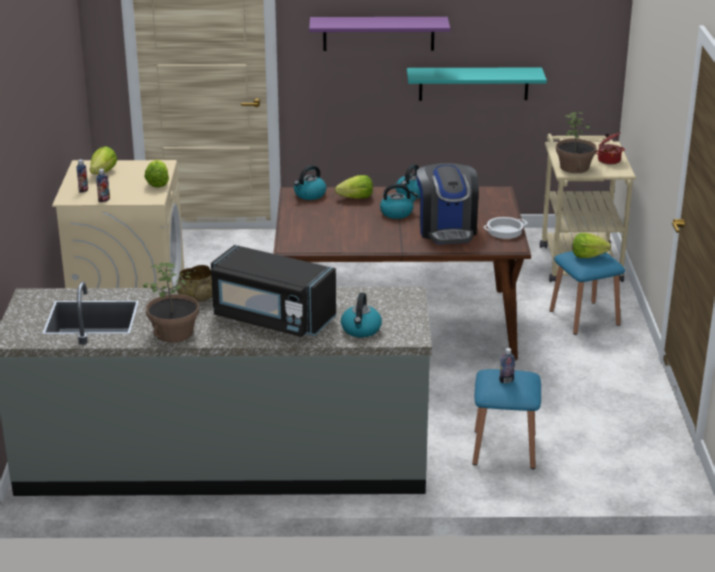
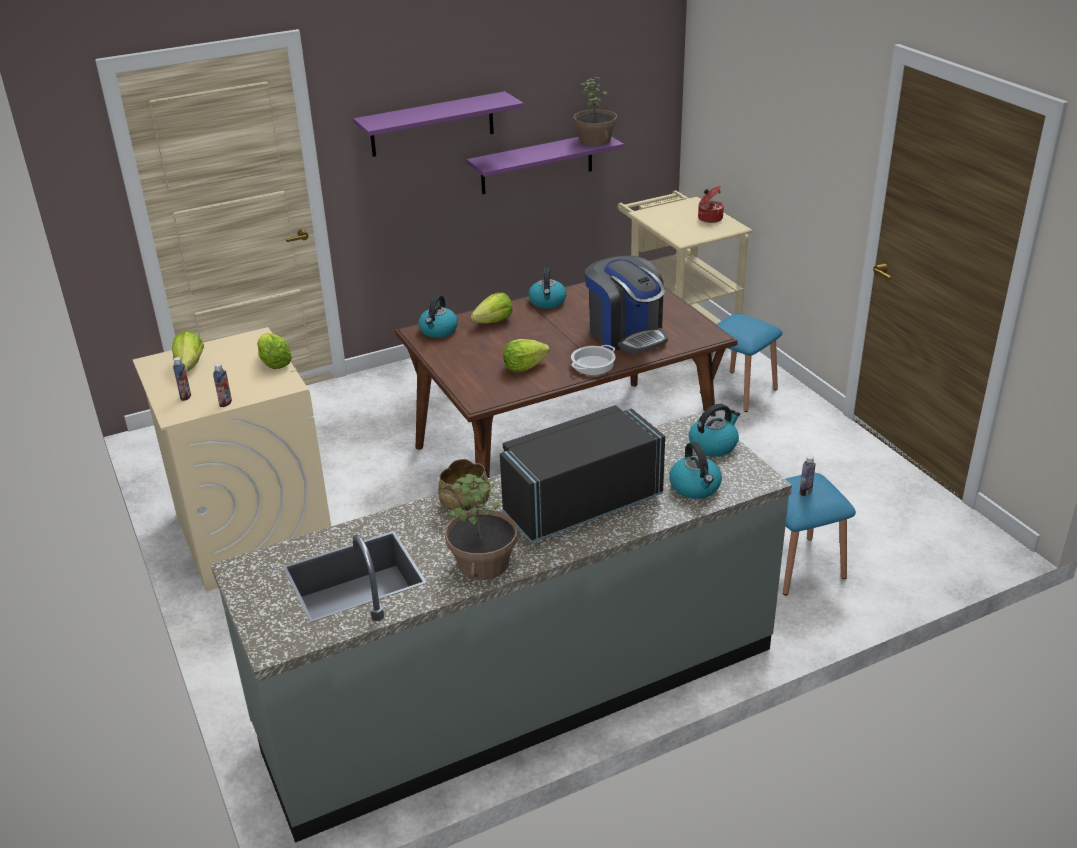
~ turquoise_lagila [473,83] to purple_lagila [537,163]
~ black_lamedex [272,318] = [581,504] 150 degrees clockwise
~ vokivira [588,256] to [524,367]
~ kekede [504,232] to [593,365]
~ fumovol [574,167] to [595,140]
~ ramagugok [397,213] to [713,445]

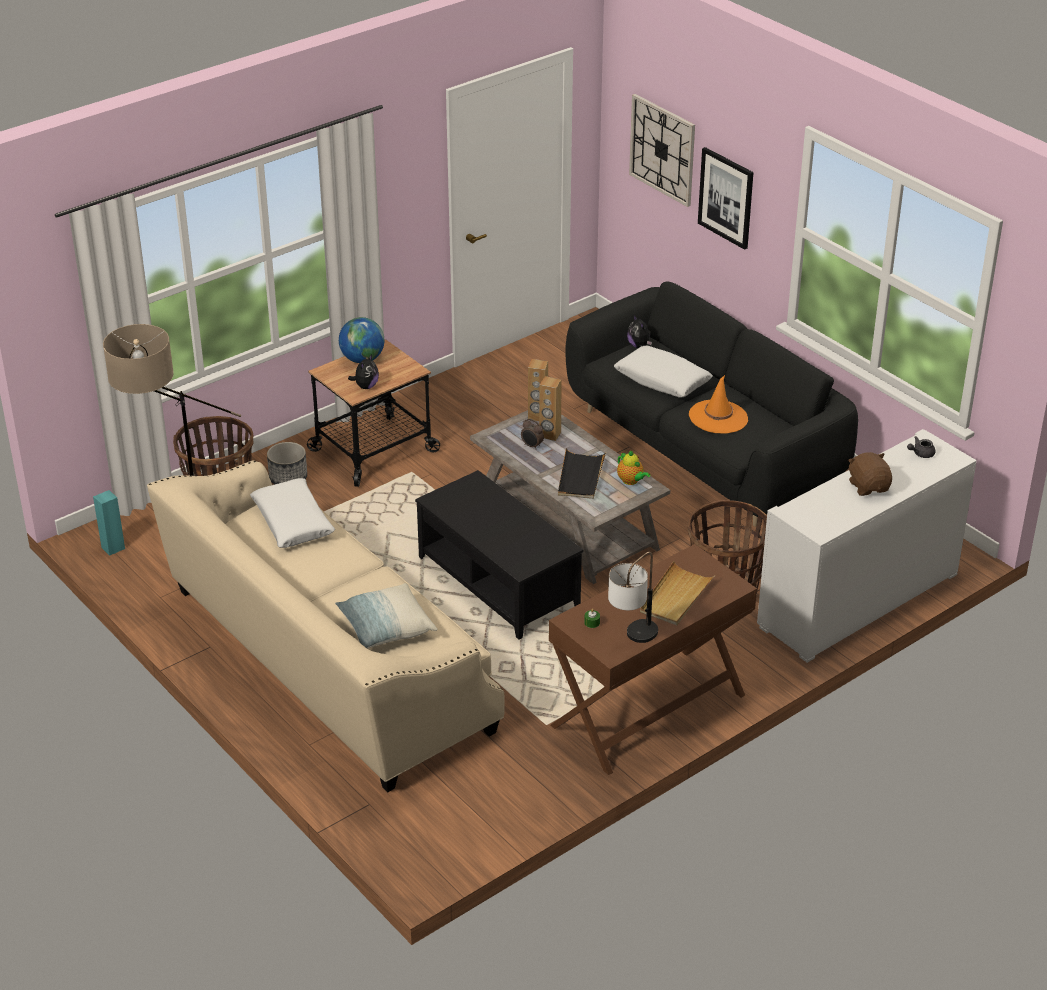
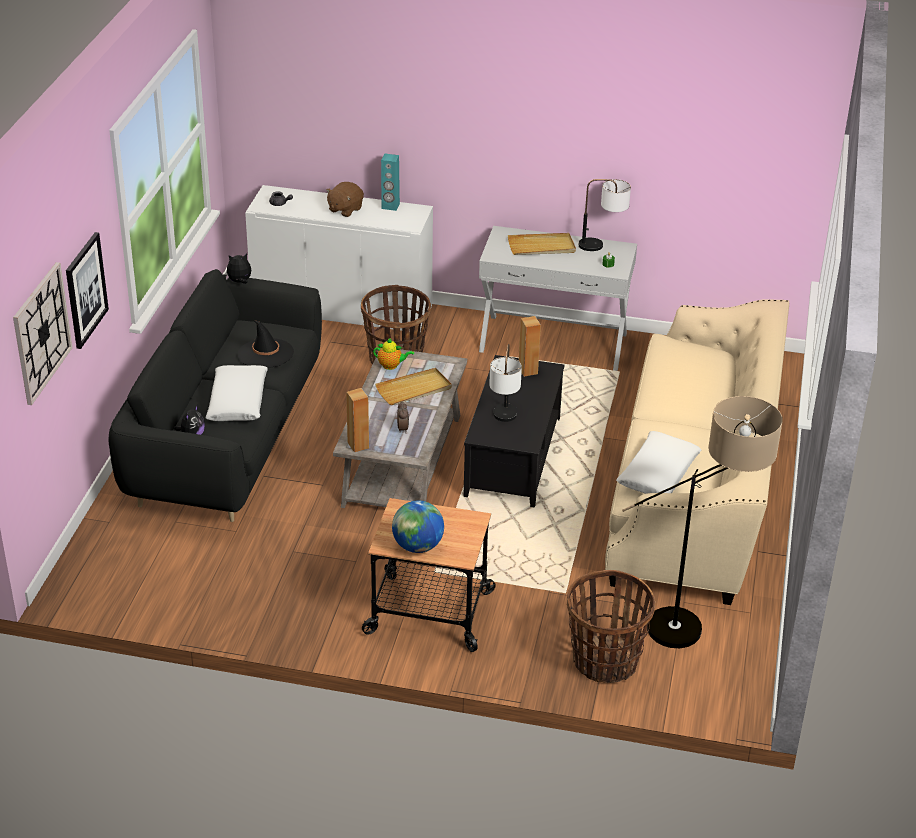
~ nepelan [366,386] to [239,282]
~ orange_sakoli [718,417] to black_sakoli [265,354]
~ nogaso [631,481] = [391,366] 90 degrees clockwise
~ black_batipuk [580,476] to beige_batipuk [414,389]
~ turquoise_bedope [113,548] to [390,206]
~ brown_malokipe [649,710] to white_malokipe [553,342]
+ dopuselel [504,421]
~ brown_bedope [550,435] to [528,370]
- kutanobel [288,478]
- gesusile [386,628]

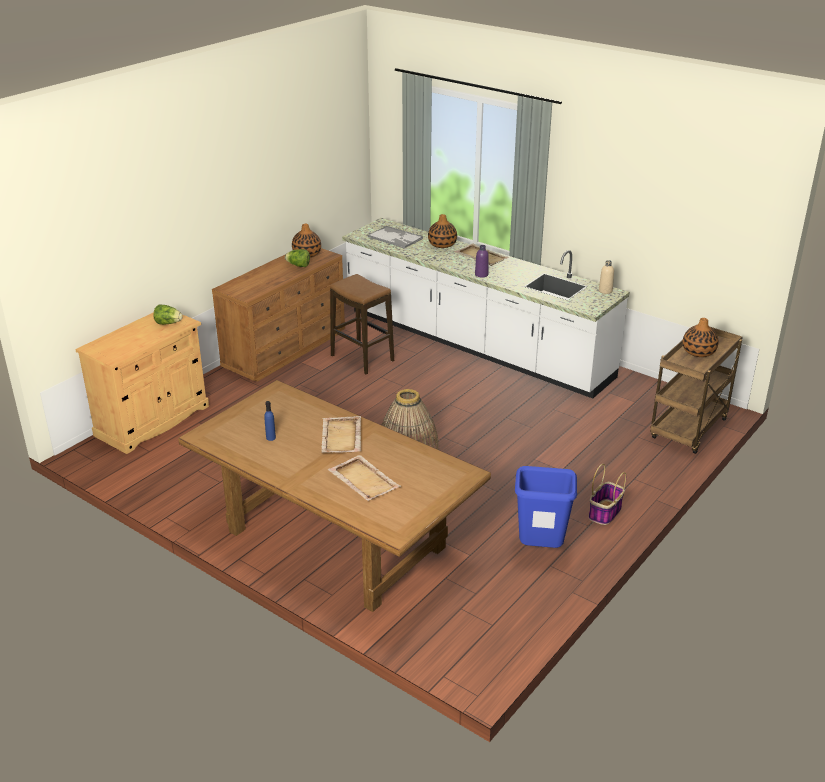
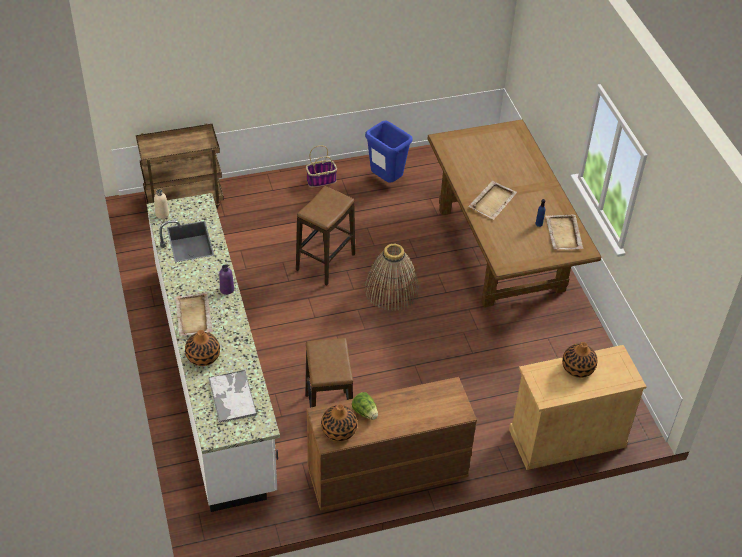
+ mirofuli [325,262]
~ beige_batipuk [363,480] to [563,234]
~ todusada [698,352] to [577,368]
- vokivira [168,323]

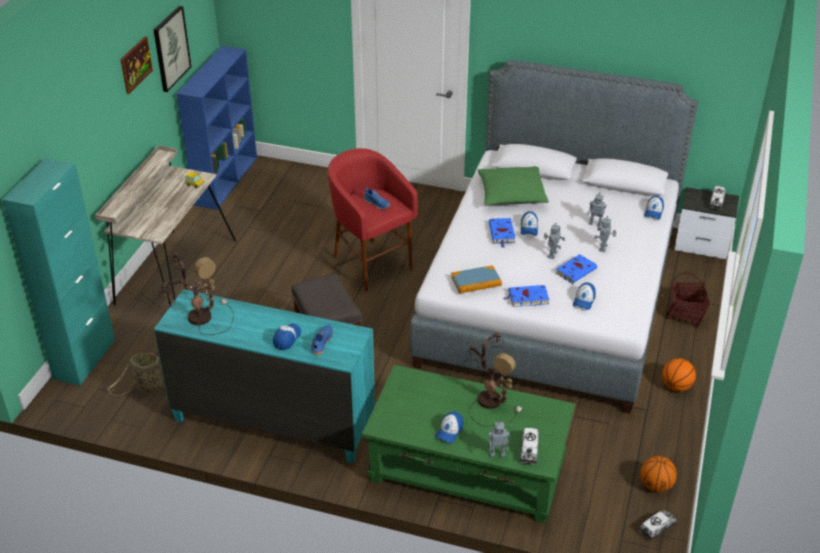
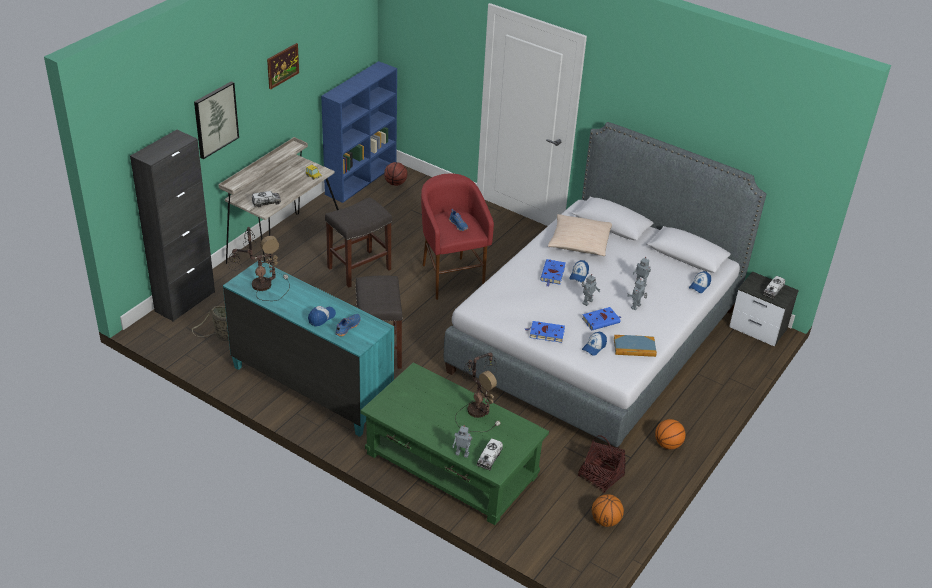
~ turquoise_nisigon [84,359] to black_nisigon [185,301]
~ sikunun [171,48] to [215,119]
~ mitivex [657,528] to [266,203]
+ grey_mirofuli [358,269]
+ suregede [395,183]
~ green_gesusile [511,194] to beige_gesusile [579,242]
~ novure [685,314] to [600,476]
~ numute [476,281] to [634,347]
- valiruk [449,431]

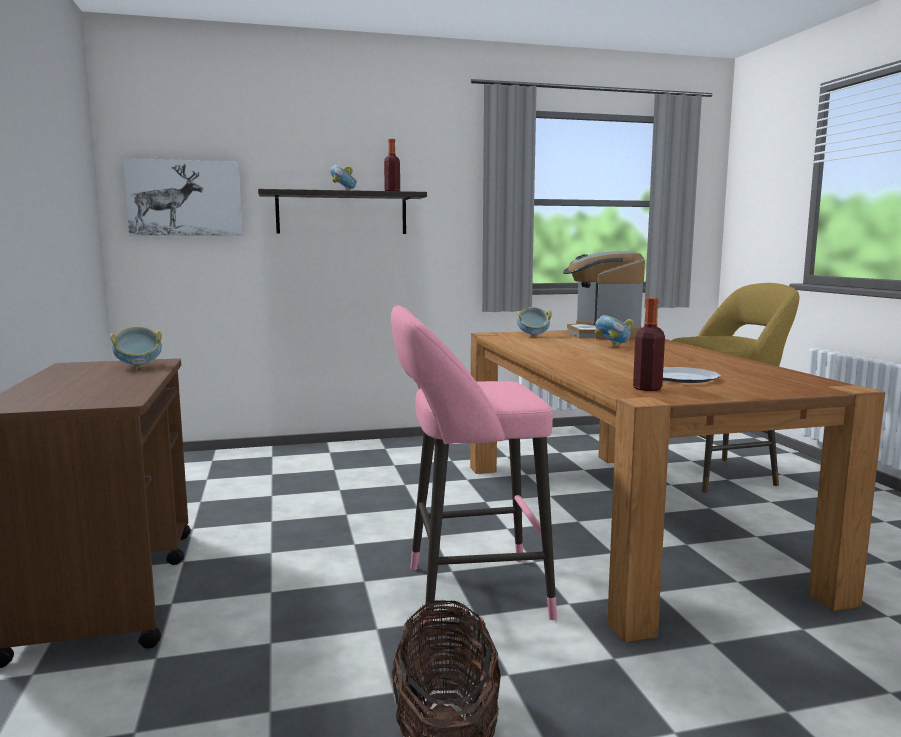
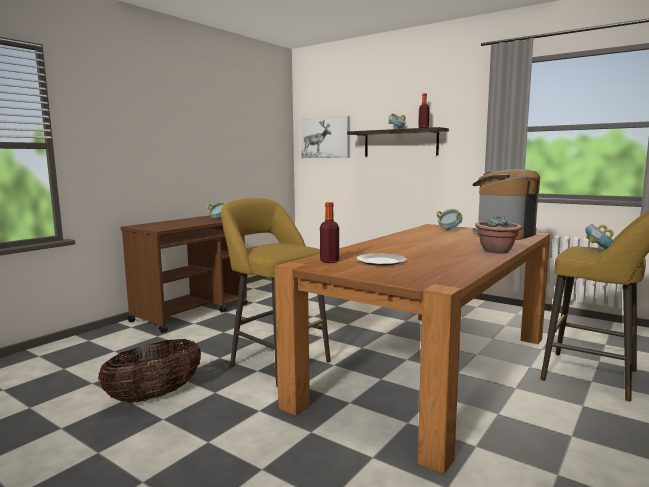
~ pink_mirofuli [467,592] to yellow_mirofuli [276,362]
+ fumovol [496,251]
~ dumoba [612,346] to [599,250]

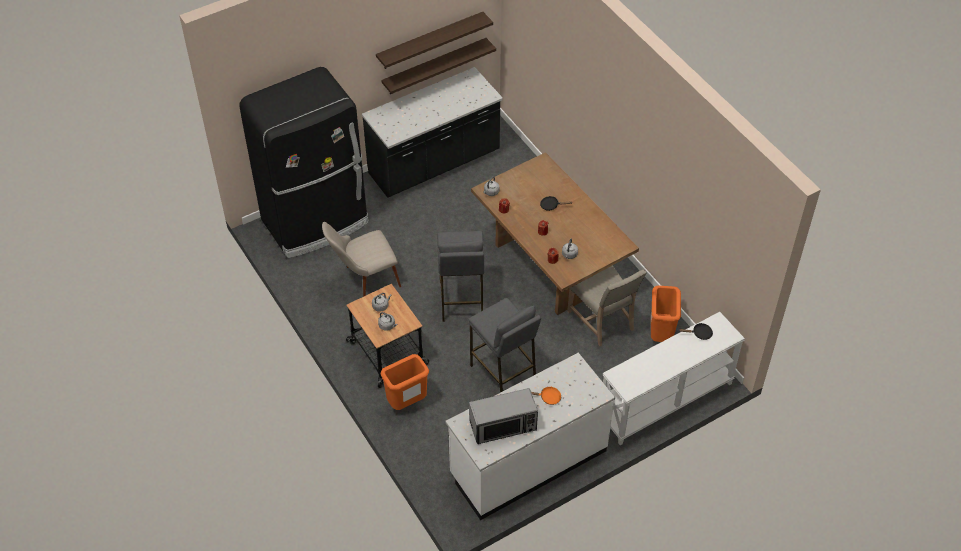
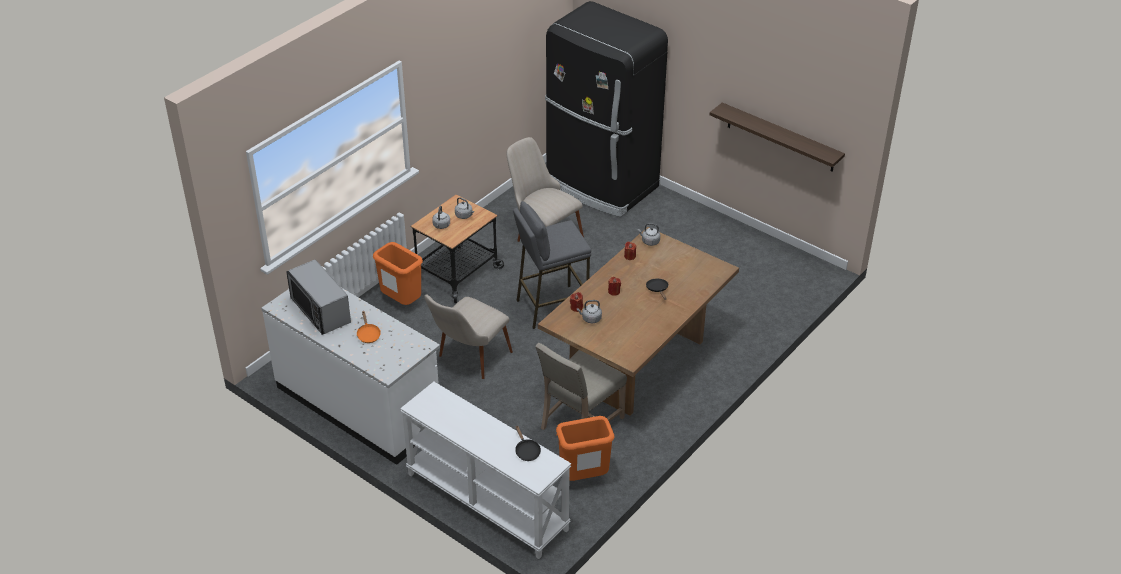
~ grey_mirofuli [503,373] to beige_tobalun [468,360]
- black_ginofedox [434,164]
- lagila [430,41]

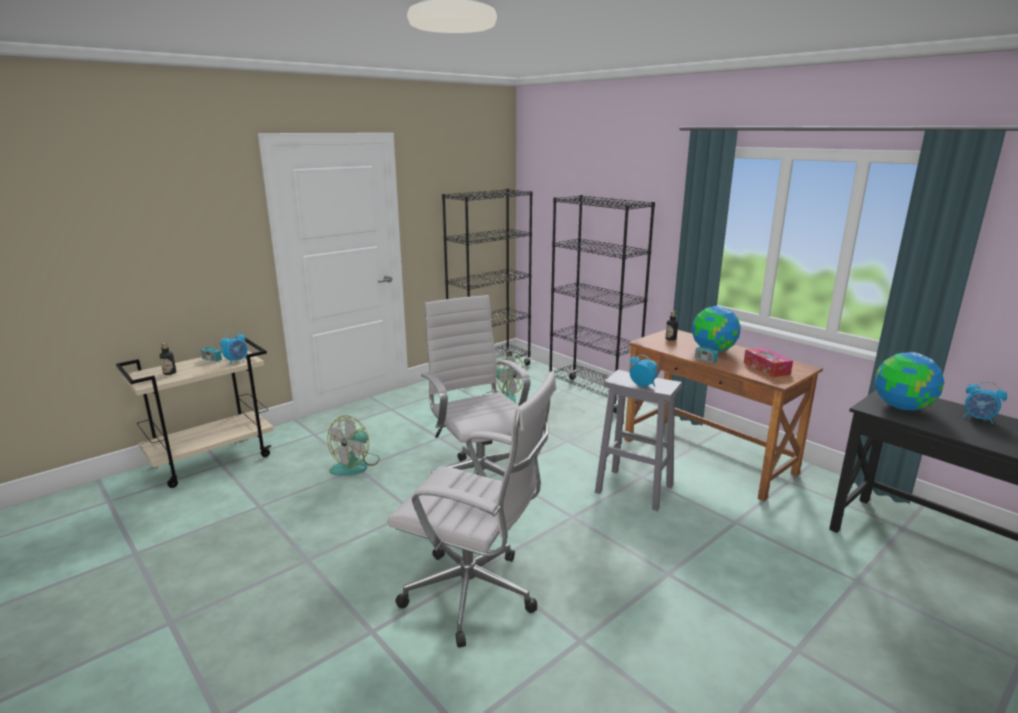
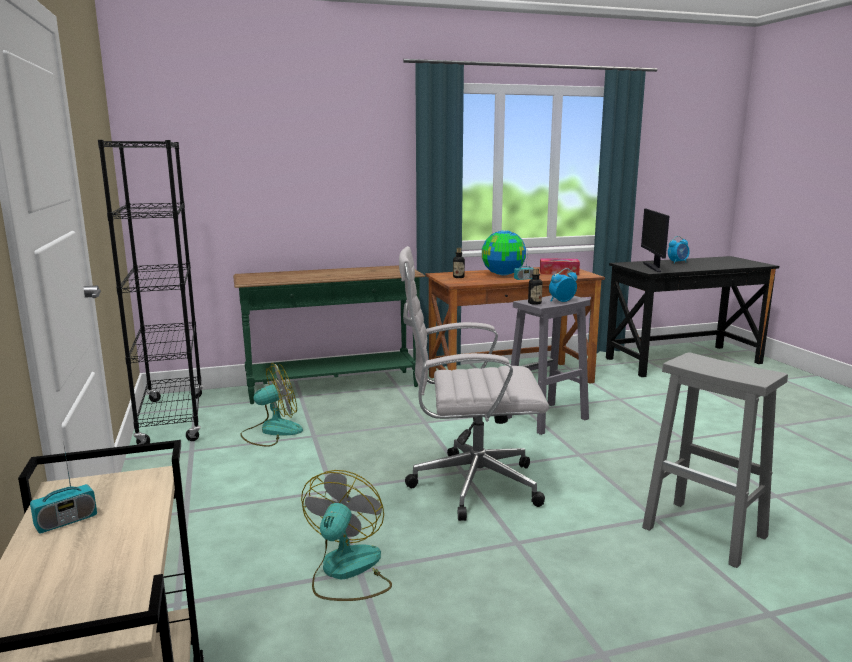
~ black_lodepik [593,395] to green_malokipe [333,387]
~ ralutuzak [356,465] = [346,572] 135 degrees counterclockwise
~ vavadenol [170,373] to [534,303]
~ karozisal [902,407] to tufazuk [653,267]
~ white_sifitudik [476,595] to grey_mirofuli [706,533]
- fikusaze [237,361]

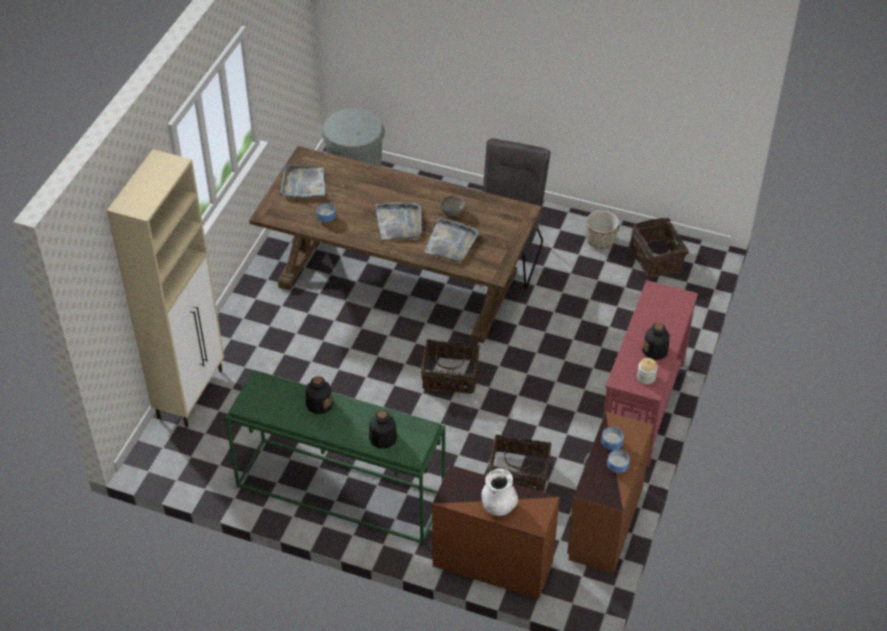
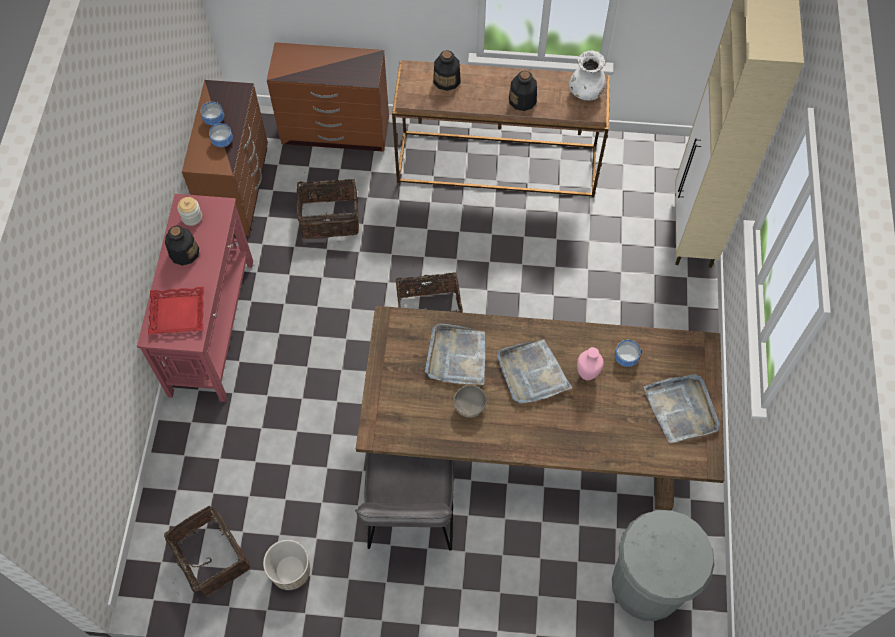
+ red_batipuk [178,313]
~ green_malokipe [338,491] to brown_malokipe [498,163]
~ white_todusada [498,506] to [585,92]
+ pink_todusada [586,375]

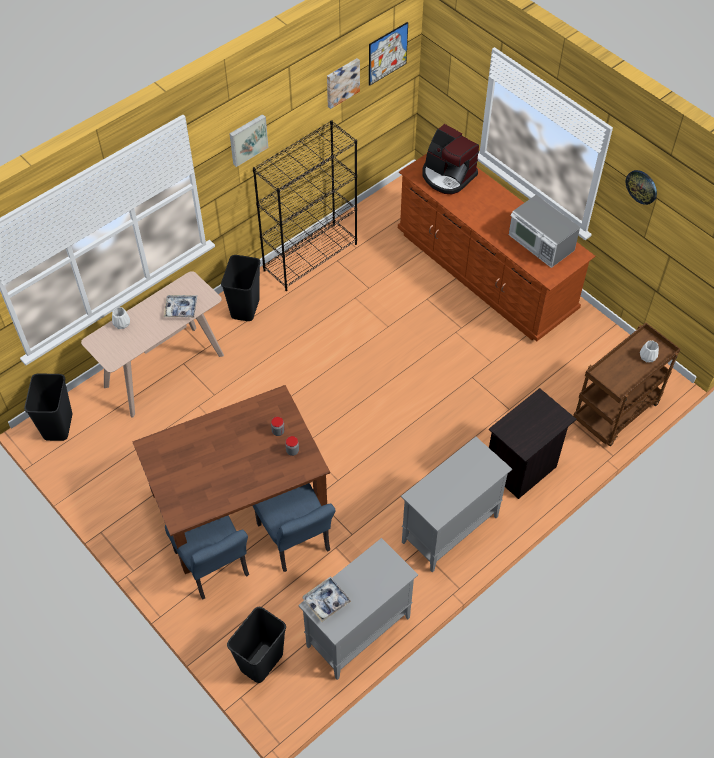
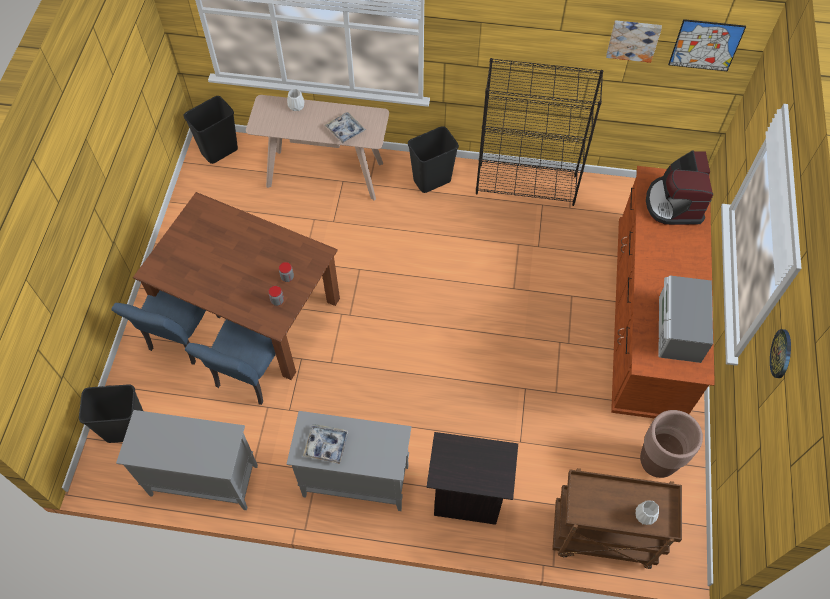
~ batipuk [326,601] to [326,445]
+ brown_kutanobel [657,462]
- sikunun [247,139]

